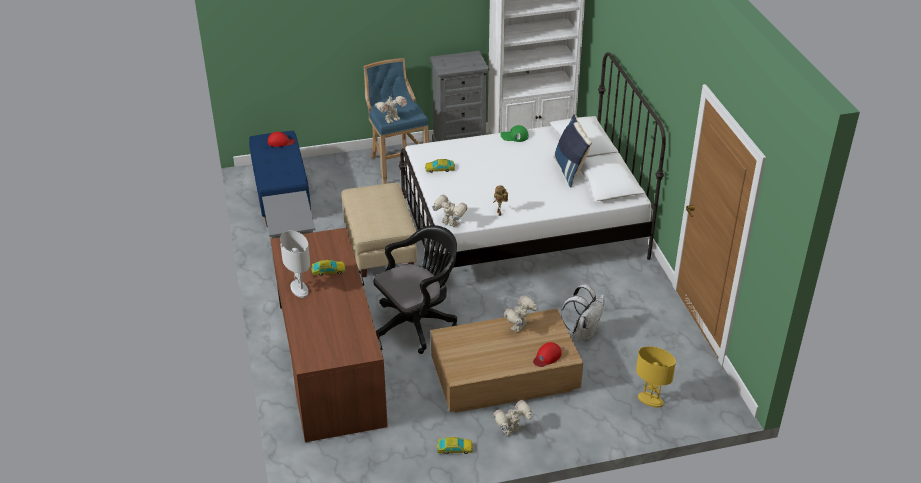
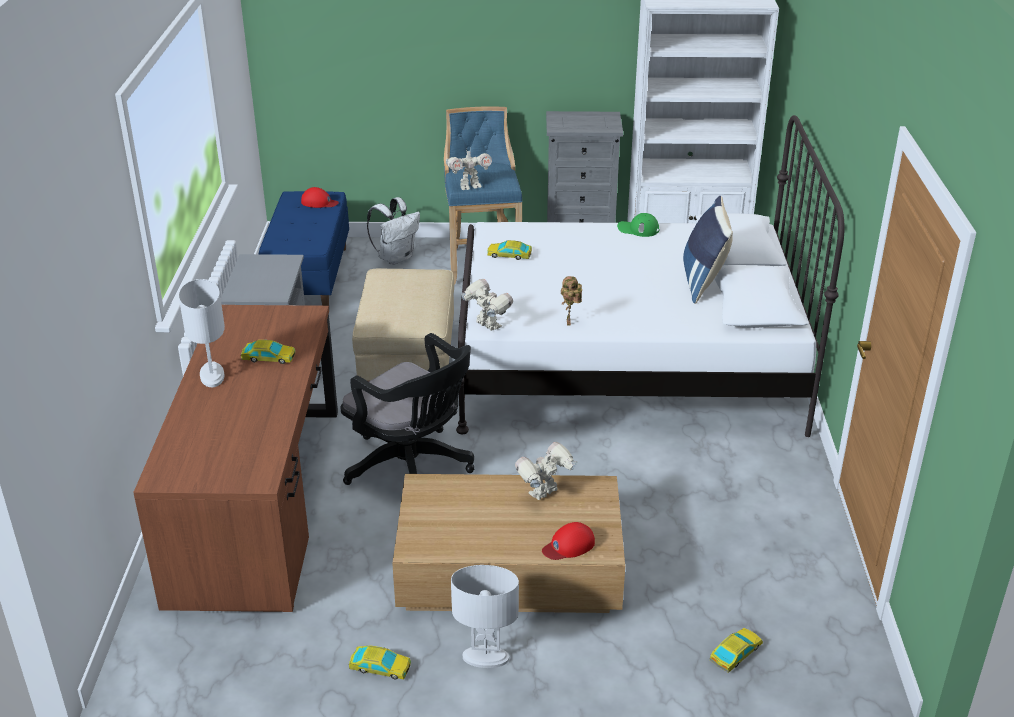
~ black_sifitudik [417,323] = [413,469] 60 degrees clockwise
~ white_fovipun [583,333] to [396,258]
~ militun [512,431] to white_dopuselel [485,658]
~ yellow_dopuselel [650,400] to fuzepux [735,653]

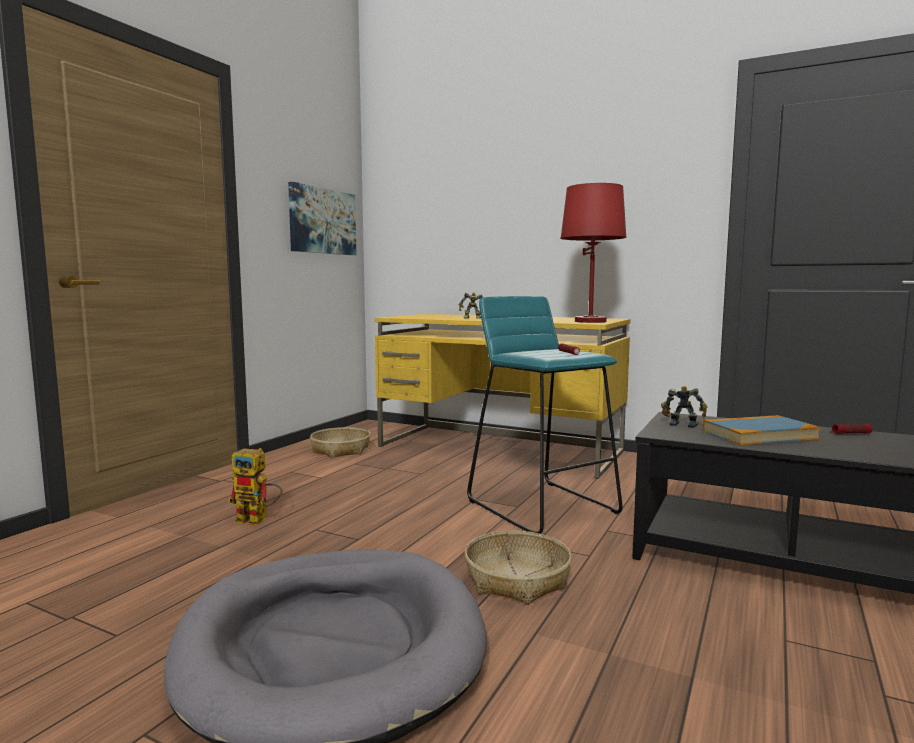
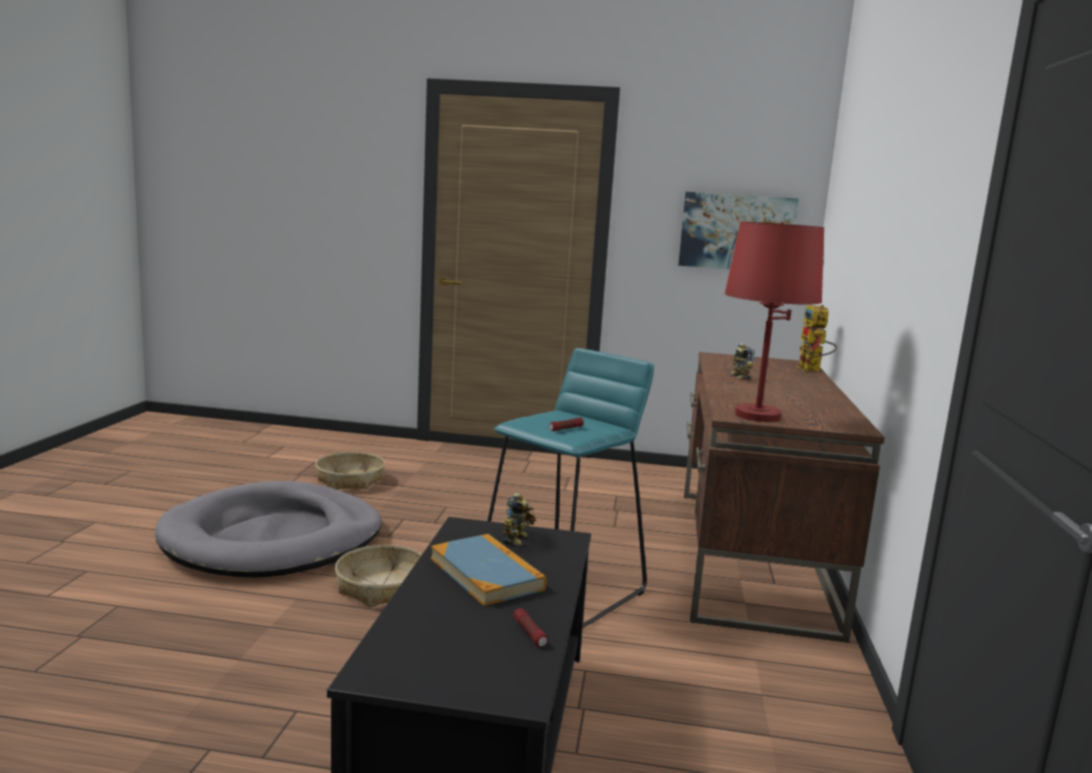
~ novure [340,450] to [350,480]
~ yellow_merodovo [500,449] to brown_merodovo [750,557]
~ militun [258,520] to [812,370]

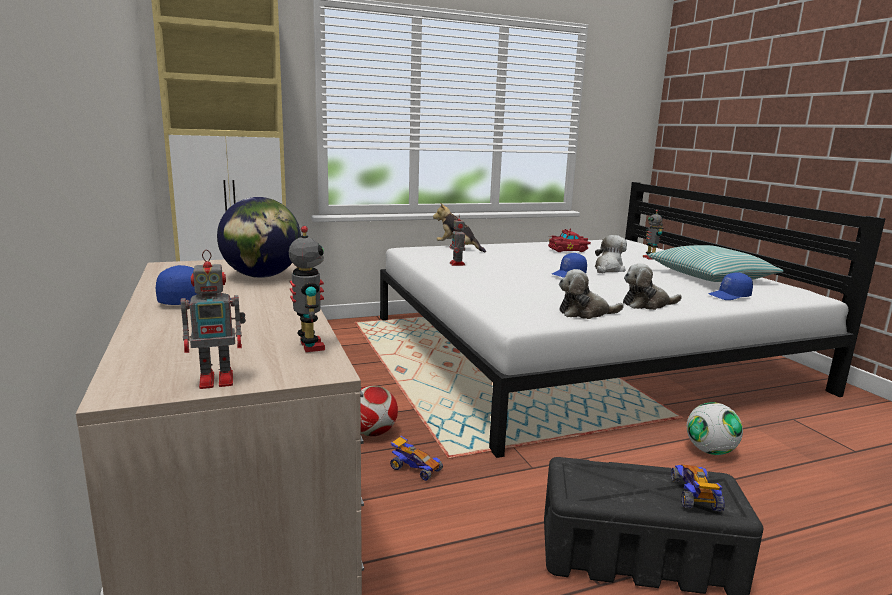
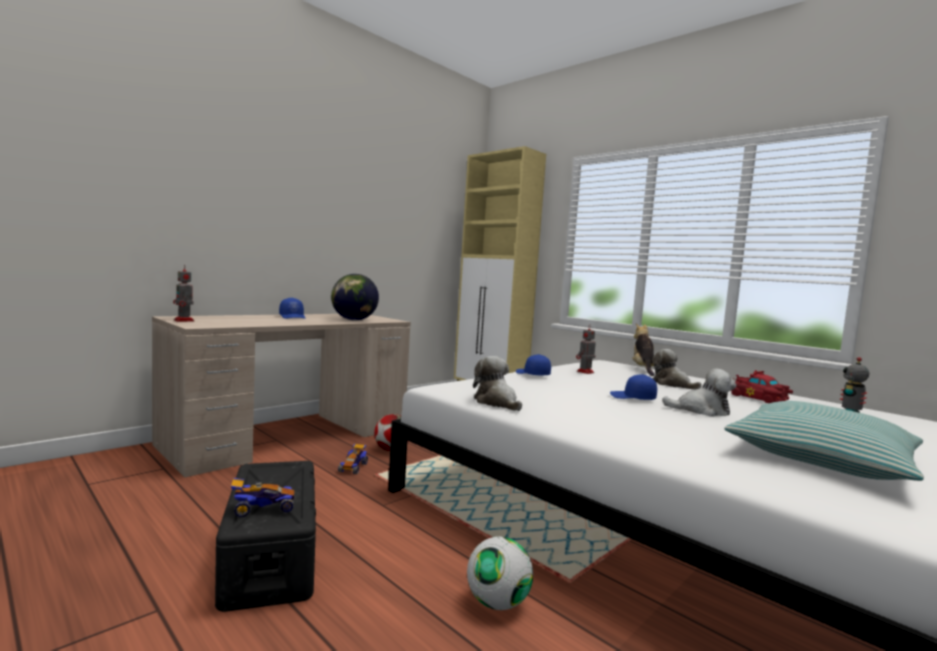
~ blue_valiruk [729,296] to [532,374]
~ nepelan [647,304] to [672,384]
- militun [309,346]

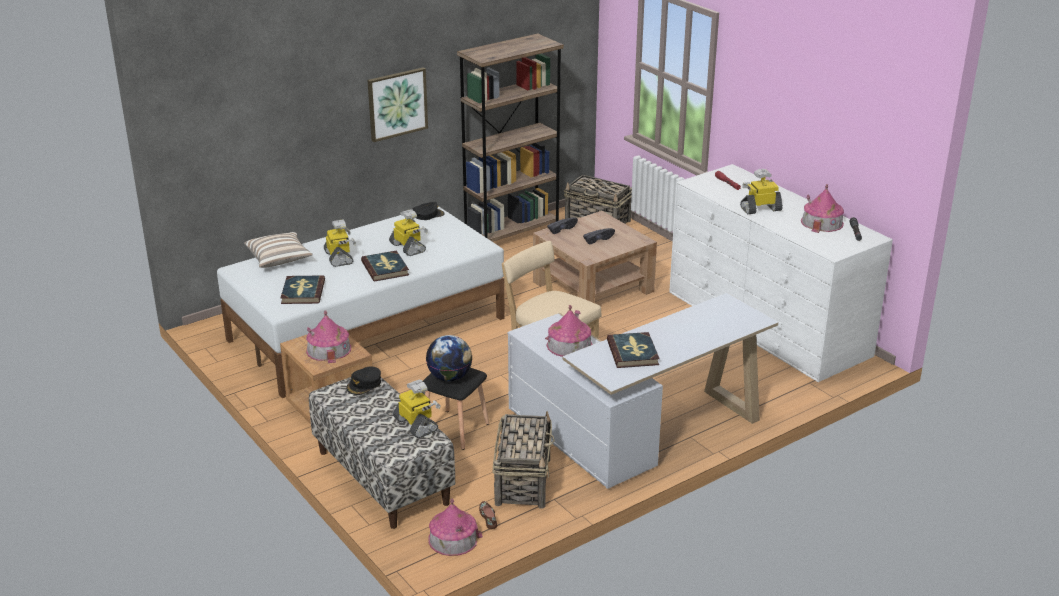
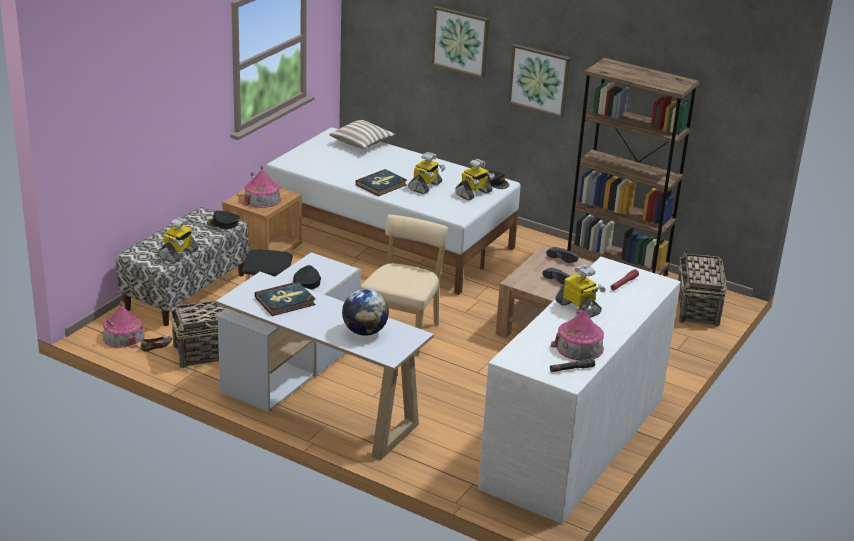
~ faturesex [569,345] to black_valiruk [307,282]
~ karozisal [450,377] to [364,332]
+ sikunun [460,41]
~ militun [339,258] to [473,193]
- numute [302,292]

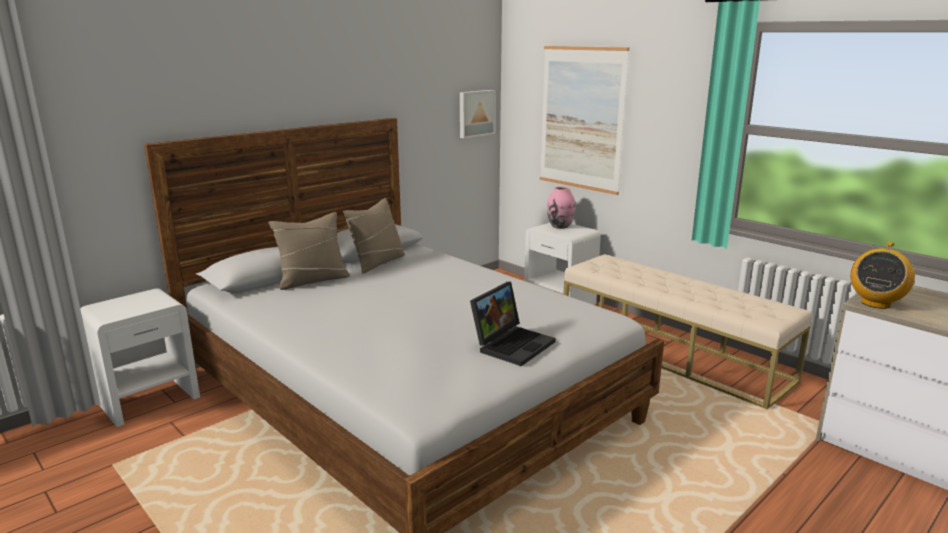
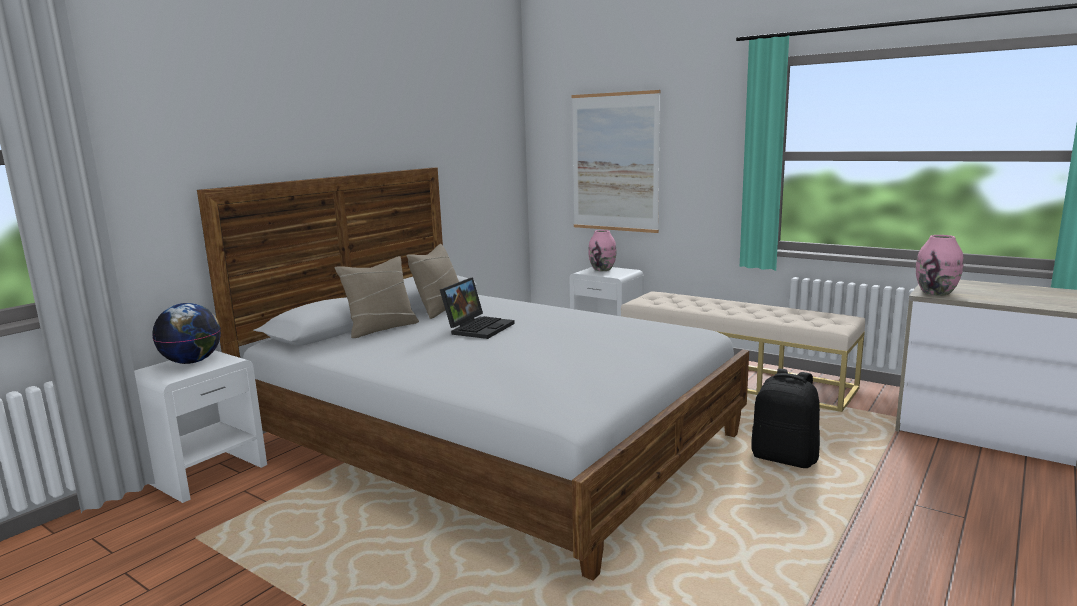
+ karozisal [192,362]
~ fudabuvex [512,344] to [478,327]
+ black_fovipun [785,458]
~ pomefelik [875,303] to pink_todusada [936,293]
- sikunun [475,113]

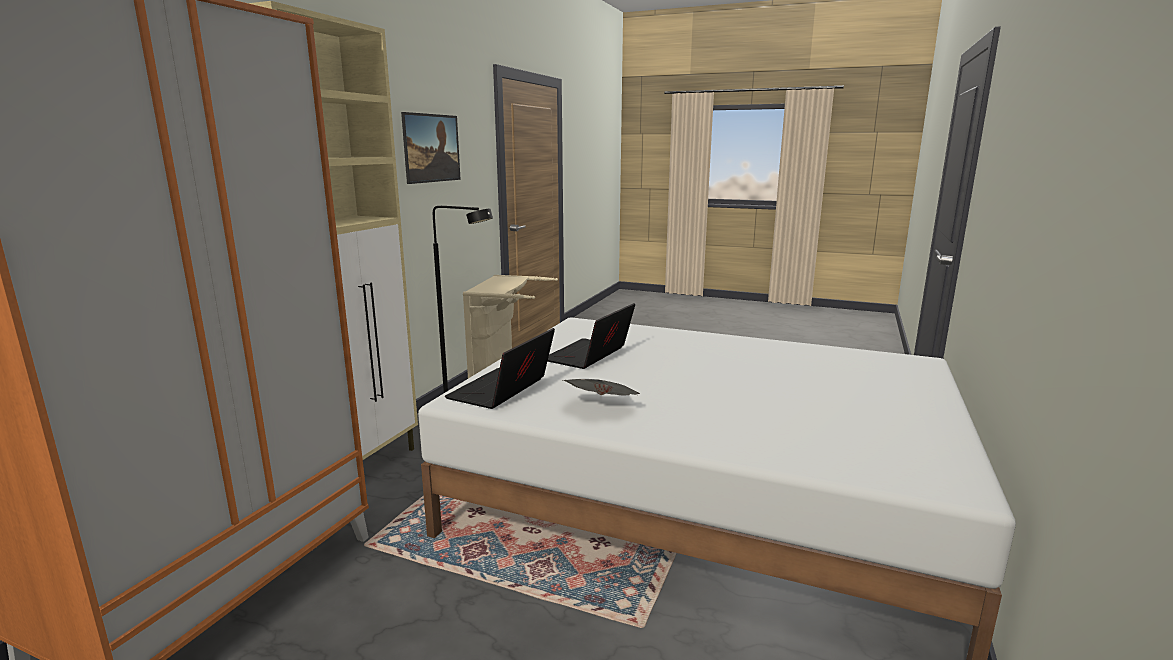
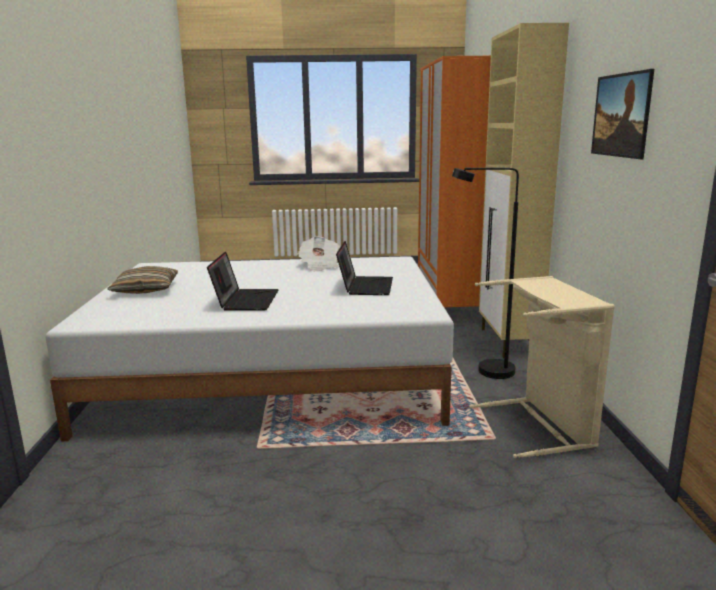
+ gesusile [146,289]
~ fudabuvex [502,391] to [245,300]

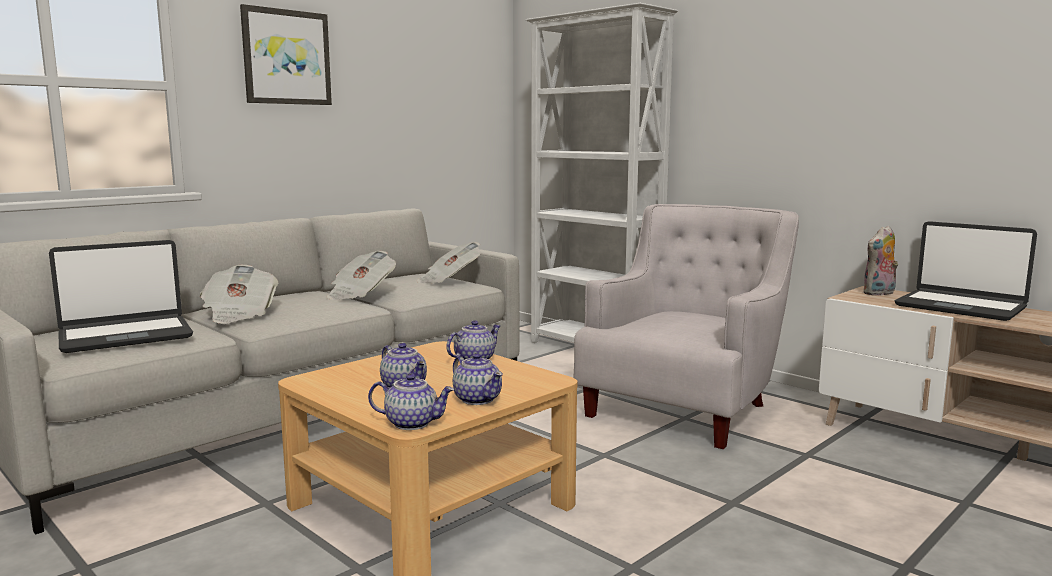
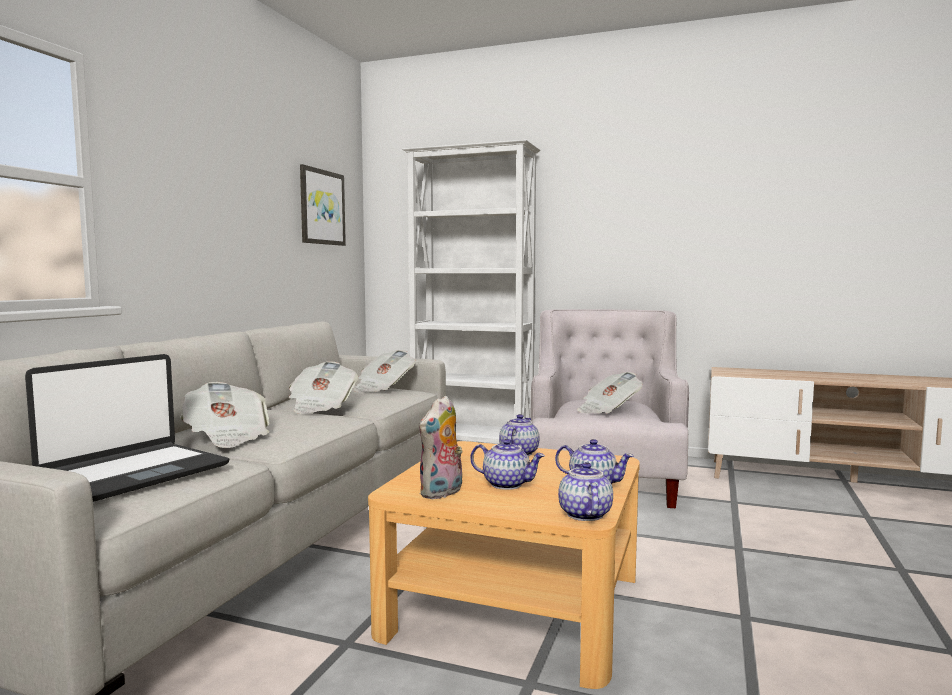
~ sikunun [286,57] to [321,207]
~ nepelan [879,293] to [442,493]
~ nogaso [412,423] = [583,514] 75 degrees counterclockwise
+ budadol [608,410]
- fudabuvex [960,307]

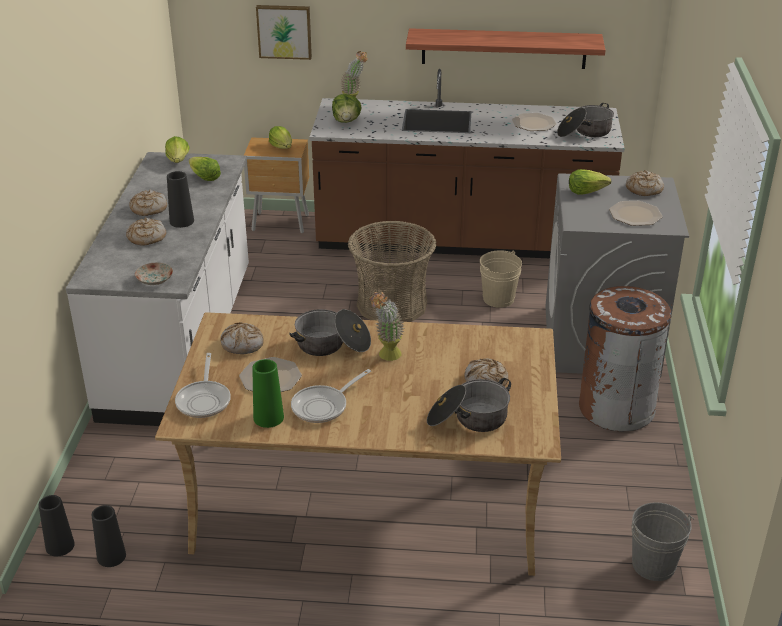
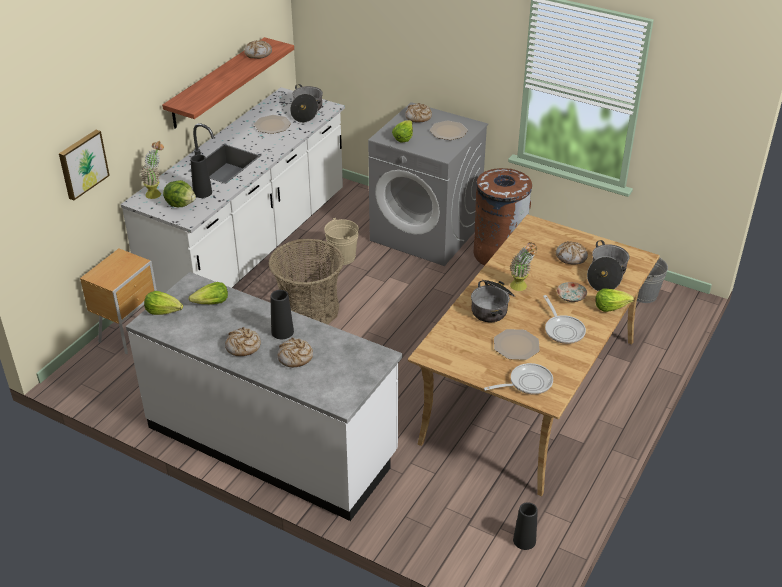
~ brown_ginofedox [461,241] to white_ginofedox [250,247]
~ black_todusada [60,546] to [202,192]
~ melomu [242,344] to [258,53]
~ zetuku [204,400] = [527,383] 45 degrees counterclockwise
~ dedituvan [154,280] to [571,297]
~ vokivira [282,147] to [611,307]
- green_todusada [268,417]

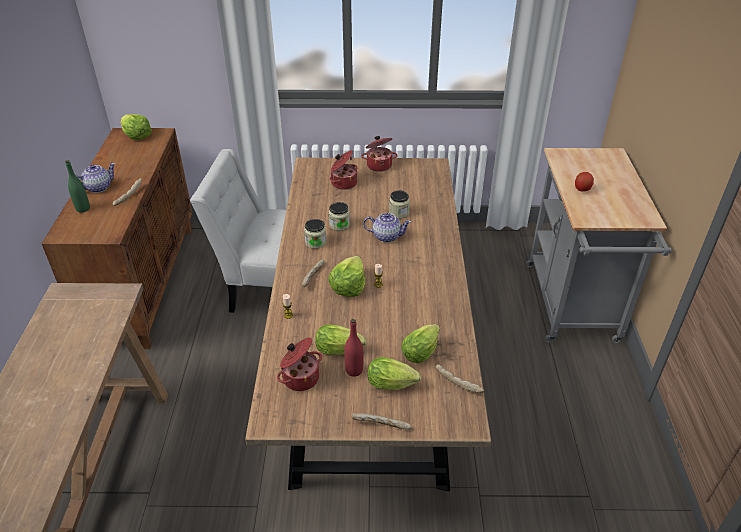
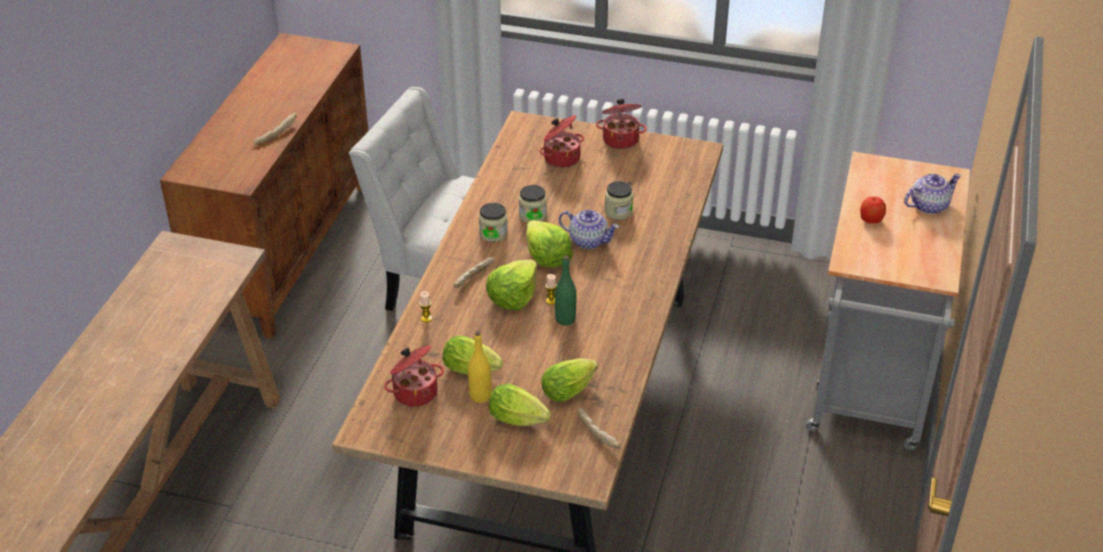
~ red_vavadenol [354,370] to yellow_vavadenol [480,396]
~ vokivira [136,136] to [547,257]
~ green_vavadenol [83,209] to [565,319]
~ nogaso [98,187] to [928,206]
- melomu [381,425]

